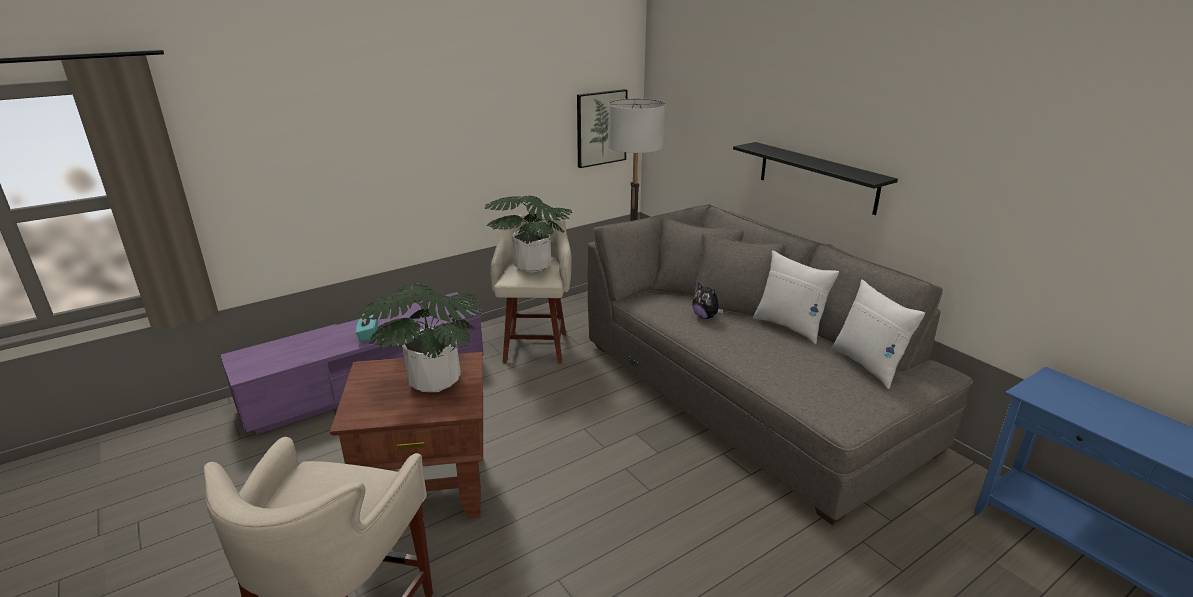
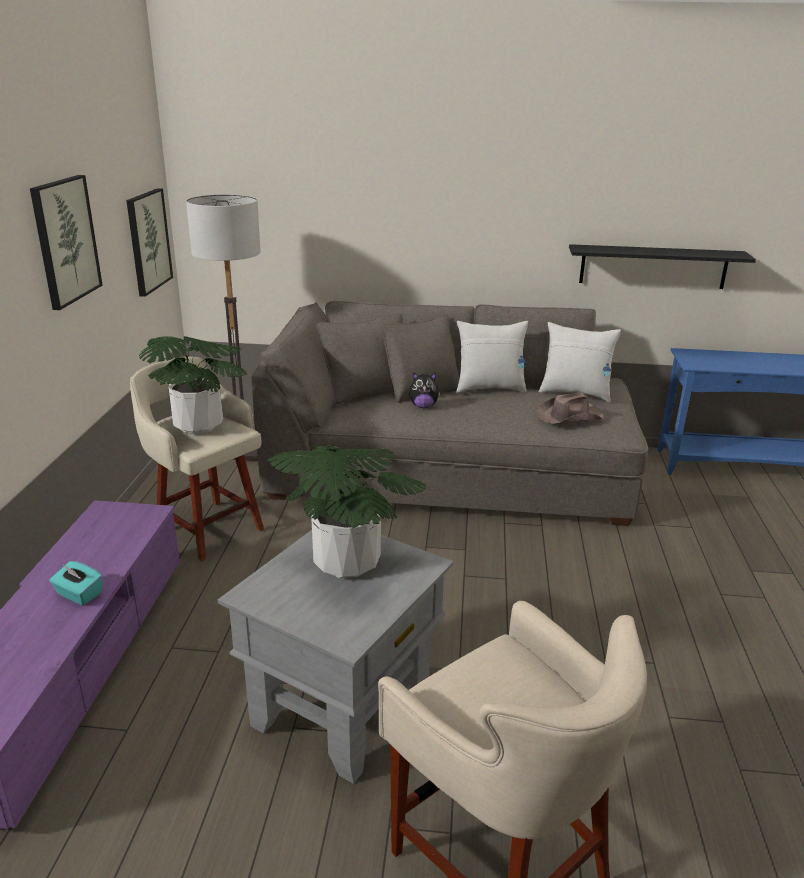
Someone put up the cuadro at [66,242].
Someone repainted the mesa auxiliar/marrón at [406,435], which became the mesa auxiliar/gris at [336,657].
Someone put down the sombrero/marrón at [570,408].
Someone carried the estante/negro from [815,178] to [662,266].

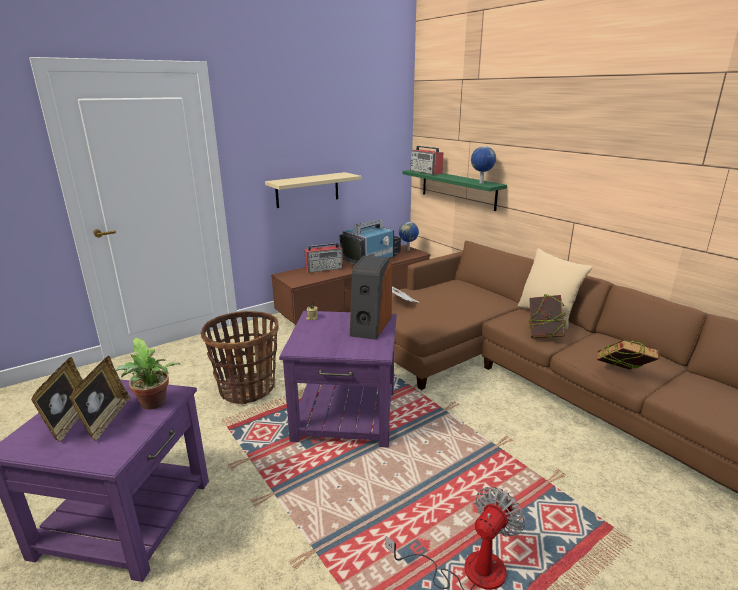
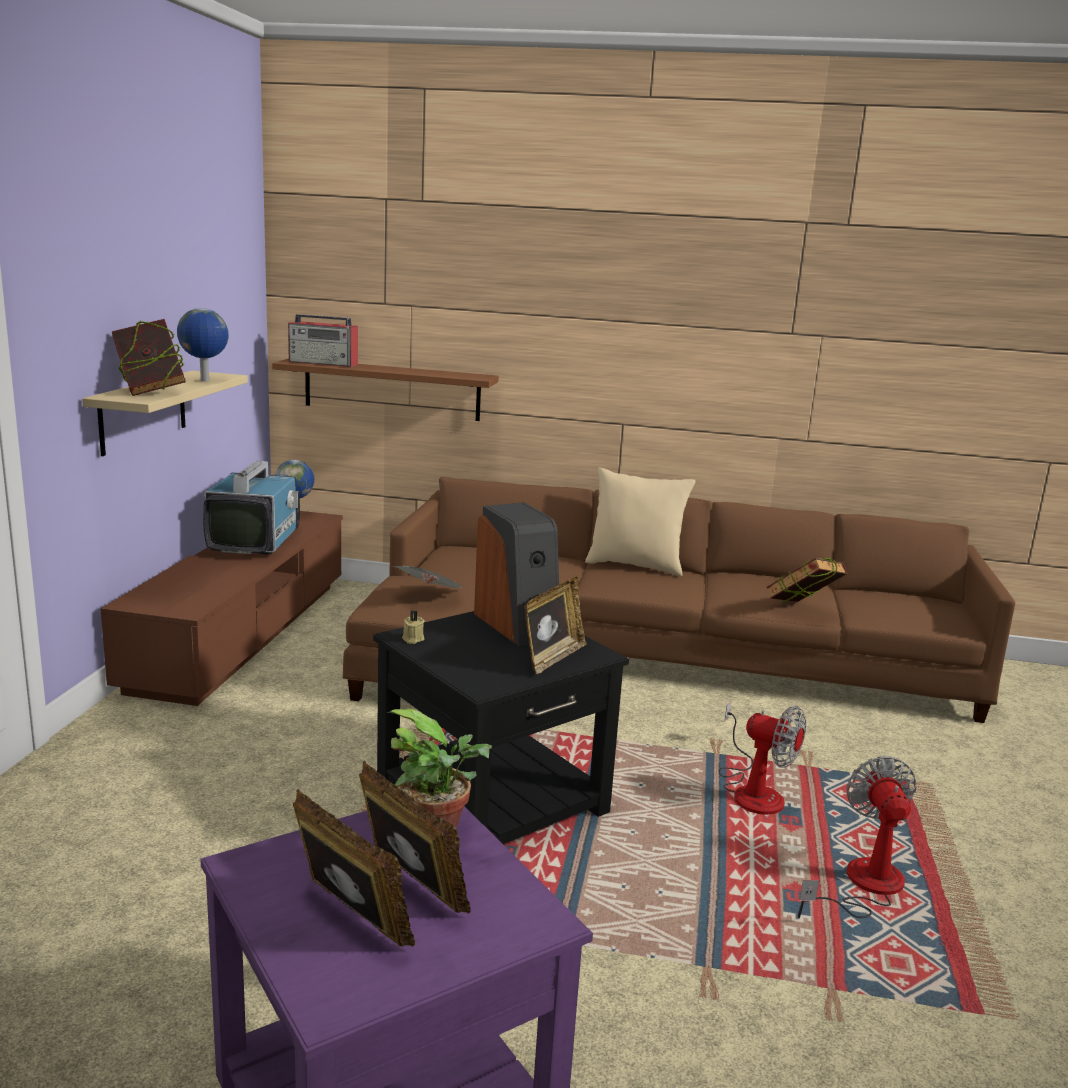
Someone carried the libro from [547,316] to [149,357].
Someone carried the globo terráqueo from [483,165] to [203,345].
Someone repainted the estante/verde at [454,190], which became the estante/marrón at [385,389].
Someone repainted the mesa auxiliar/morado at [338,379], which became the mesa auxiliar/negro at [501,727].
Someone put down the portarretratos at [555,625].
Someone put down the ventilador at [762,758].
Someone took away the cesta at [240,357].
Someone took away the radio at [323,258].

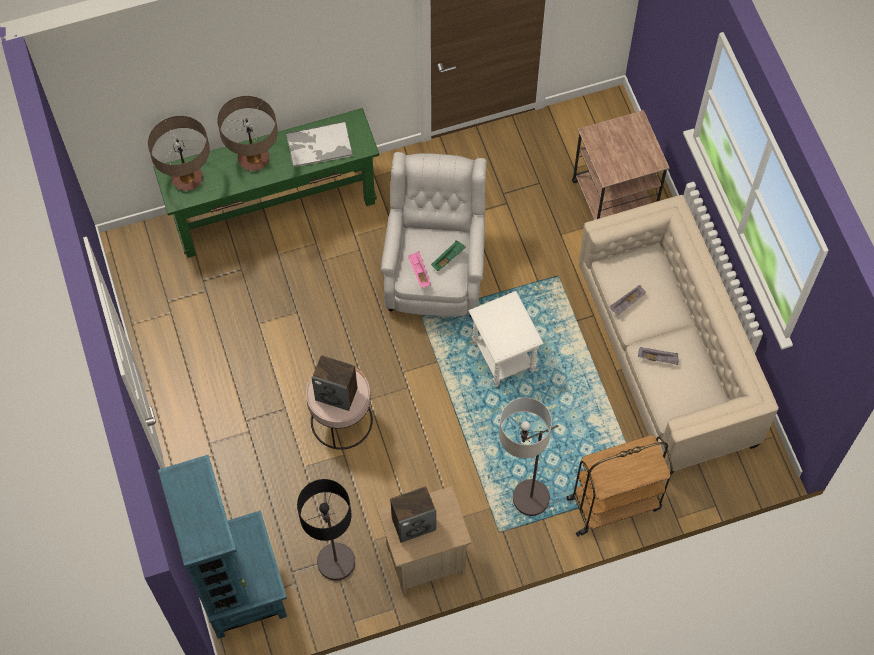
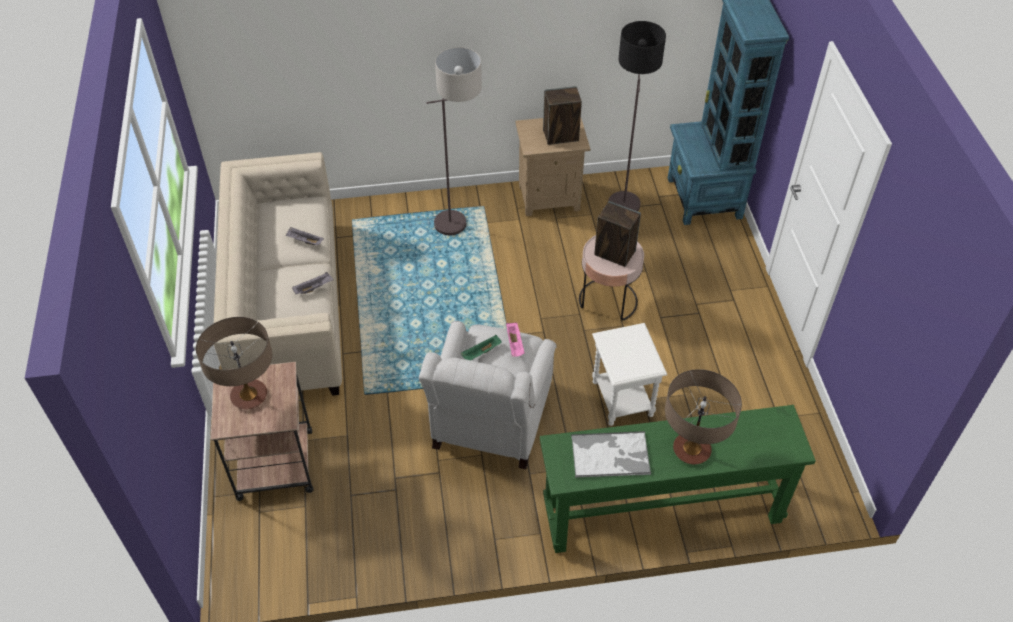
Someone carried the lámpara de mesa from [179,153] to [234,363].
Someone carried the mesa auxiliar/blanco from [506,339] to [629,374].
Someone took away the carrito/marrón at [620,486].

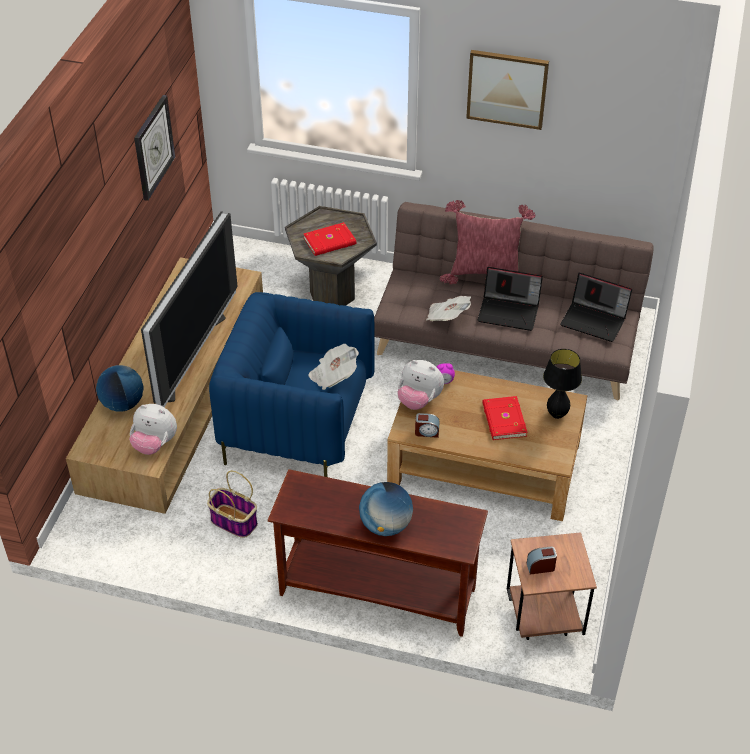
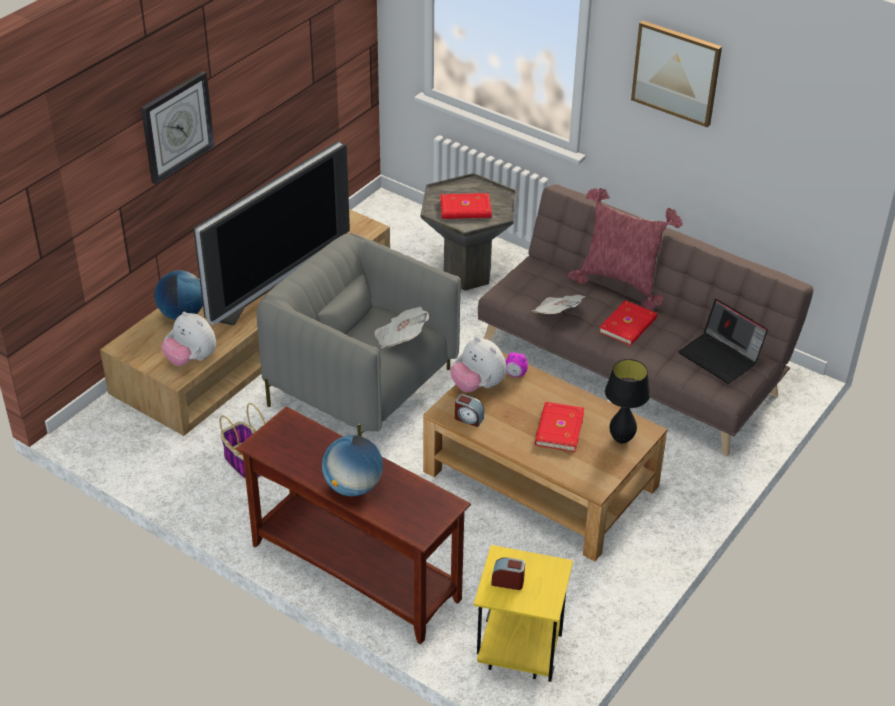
Someone carried the reloj de pared from [154,148] to [178,127].
Someone repainted the sillón/azul at [292,384], which became the sillón/gris at [359,334].
Someone repainted the mesa auxiliar/marrón at [552,586], which became the mesa auxiliar/amarillo at [523,613].
Someone swapped the portátil at [510,299] for the libro/rojo at [628,323].

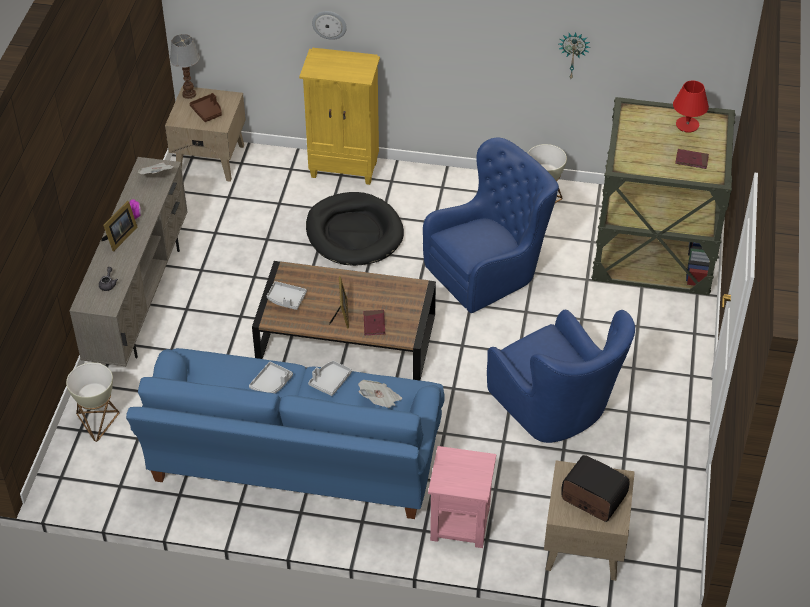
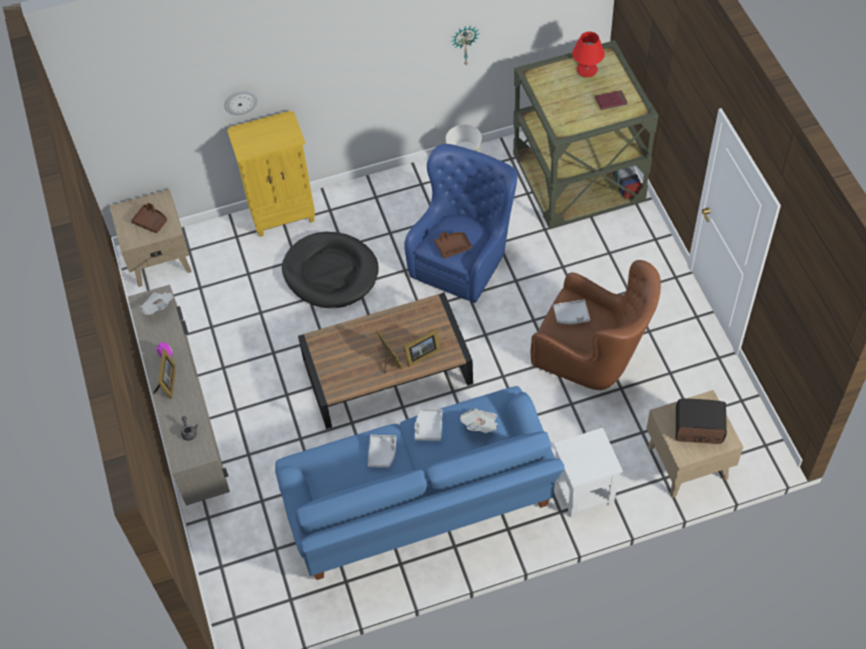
Someone swapped the libro/rojo at [374,323] for the portarretratos at [422,348].
Someone put down the bandeja/marrón at [453,245].
Someone repainted the sillón/azul at [561,376], which became the sillón/marrón at [596,325].
Someone carried the bandeja/gris from [287,295] to [571,312].
Someone repainted the mesa auxiliar/rosa at [462,497], which became the mesa auxiliar/blanco at [588,473].
Someone took away the maceta at [93,402].
Someone took away the lámpara de mesa at [185,66].

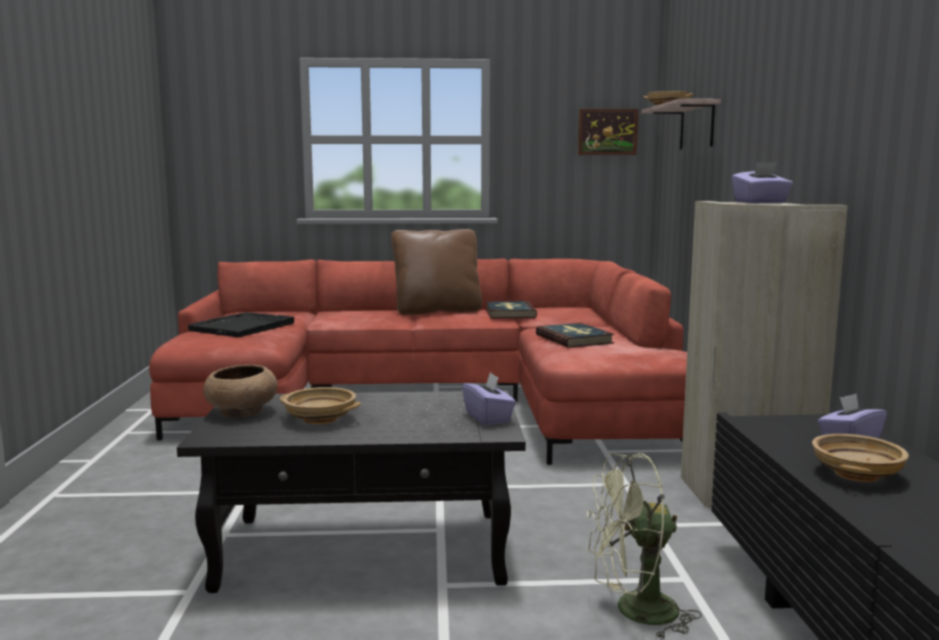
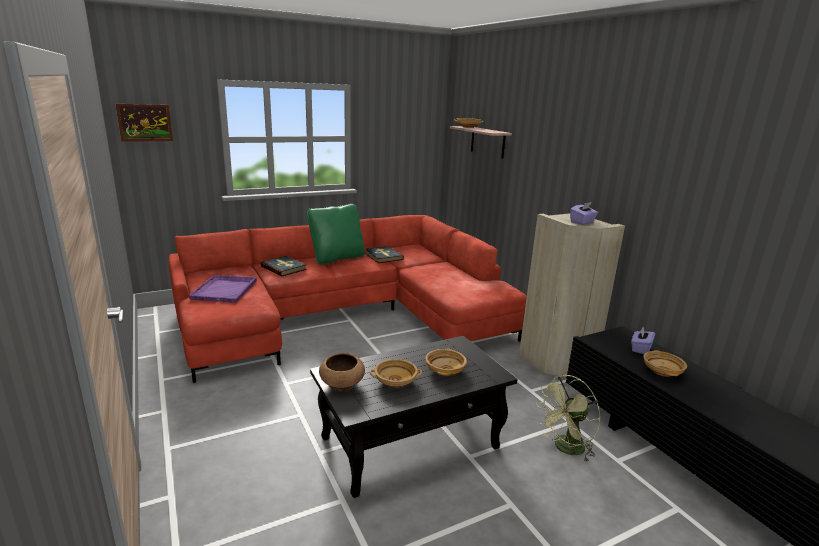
Someone carried the cuadro from [608,132] to [144,123].
Someone repainted the bandeja/negro at [241,324], which became the bandeja/morado at [223,289].
Someone carried the libro from [575,335] to [283,266].
Someone repainted the cojín/marrón at [436,272], which became the cojín/verde at [336,234].
Someone put down the cuenco/beis at [446,362].
Someone took away the caja de pañuelos/morado at [489,398].

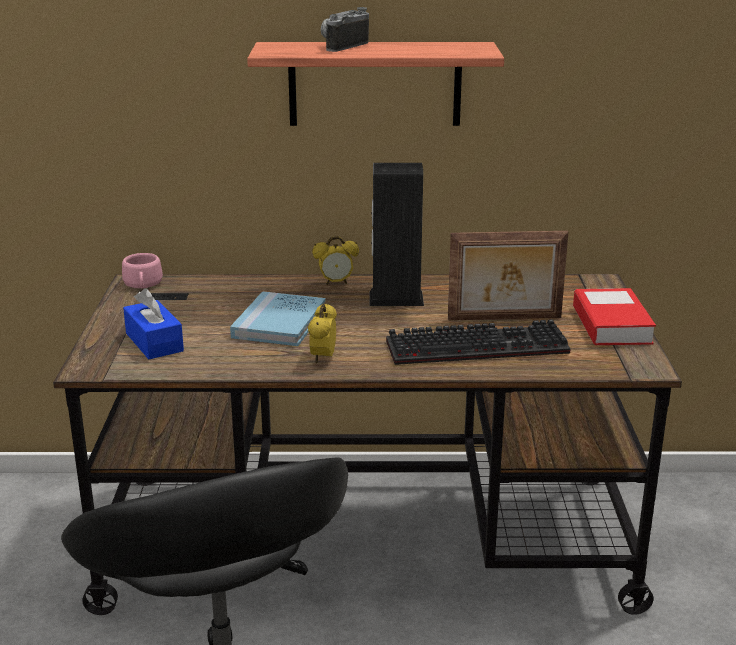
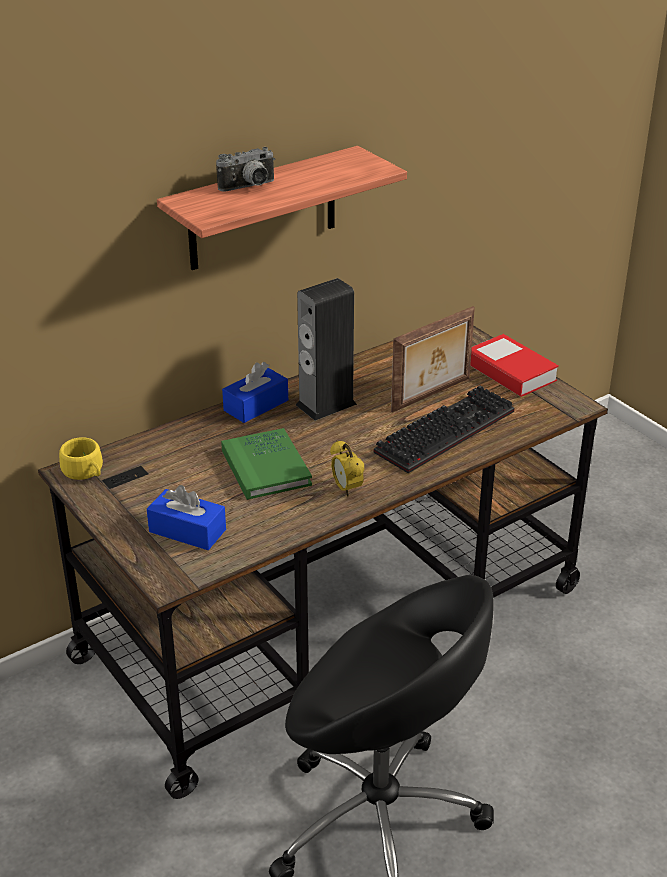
Someone repainted the taza/rosa at [142,270], which became the taza/amarillo at [81,458].
Someone rotated the cámara at [345,29] by 120 degrees counterclockwise.
Someone repainted the libro/azul at [278,318], which became the libro/verde at [266,464].
Someone swapped the despertador at [335,260] for the caja de pañuelos/azul at [255,392].

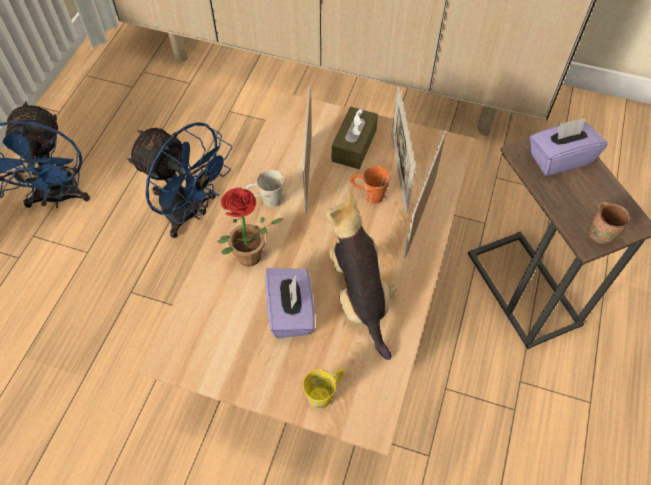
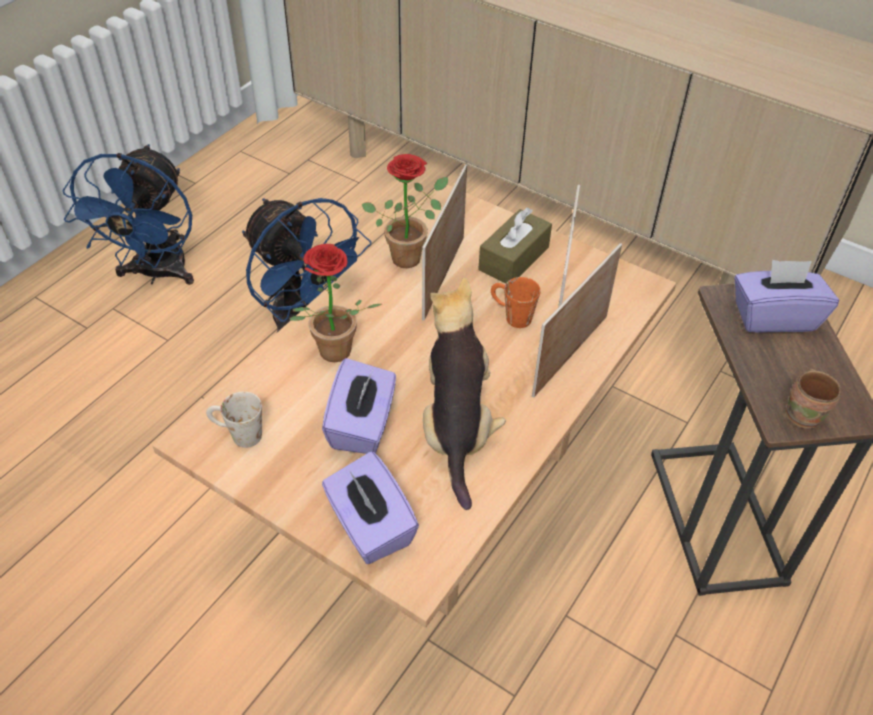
Someone carried the taza grande/blanco from [264,188] to [234,420].
Someone swapped the taza grande/amarillo at [323,389] for the caja de pañuelos/morado at [370,508].
Someone put down the planta en maceta at [405,211].

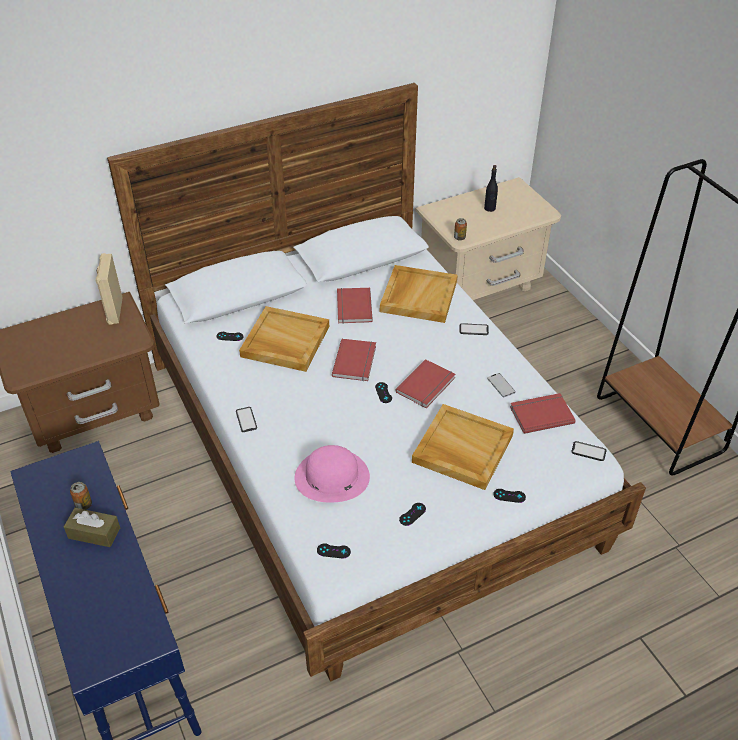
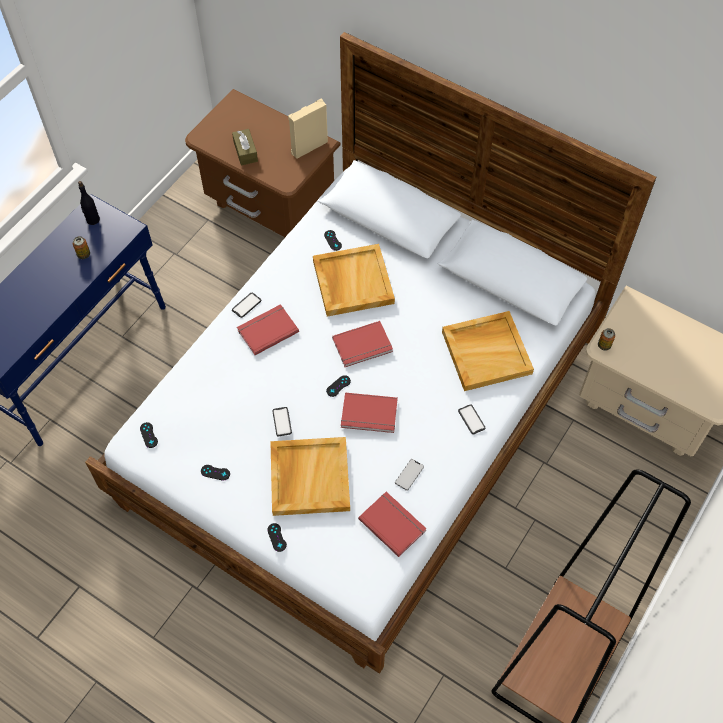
Someone carried the botella/negro from [491,188] to [89,203].
Someone carried the caja de pañuelos/marrón from [92,527] to [245,147].
Someone carried the libro/rojo from [355,306] to [268,329].
Someone carried the móvil from [588,451] to [282,422].
Someone took away the sombrero/rosa at [332,473].

